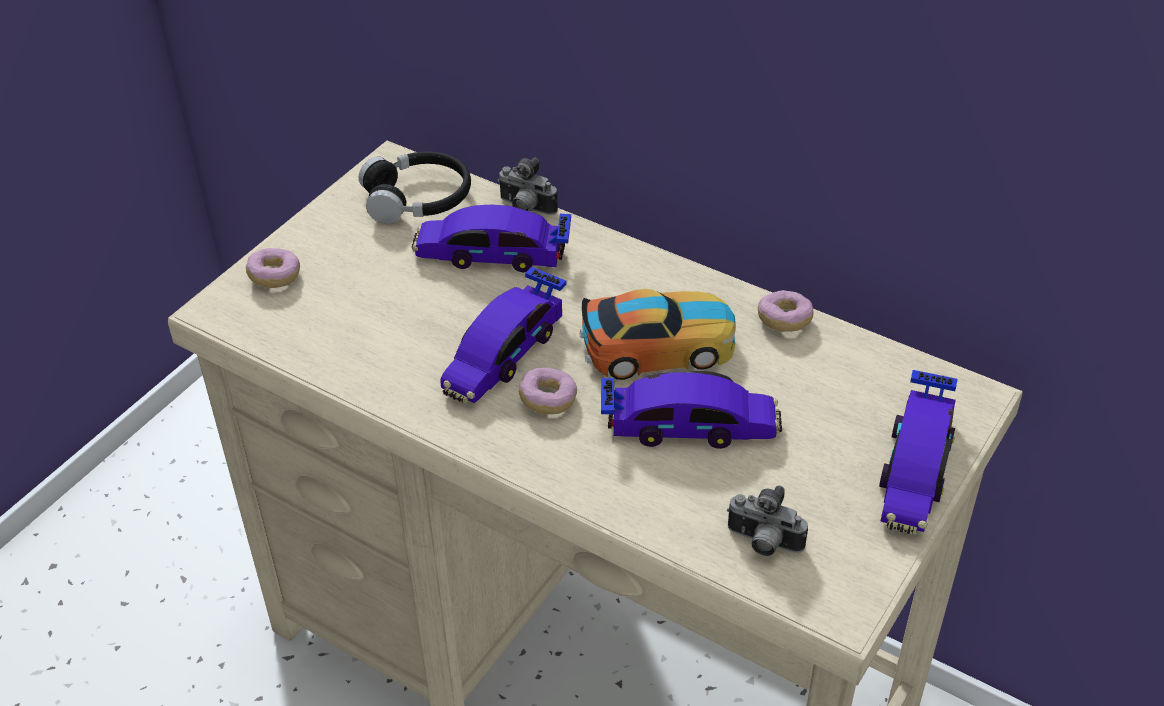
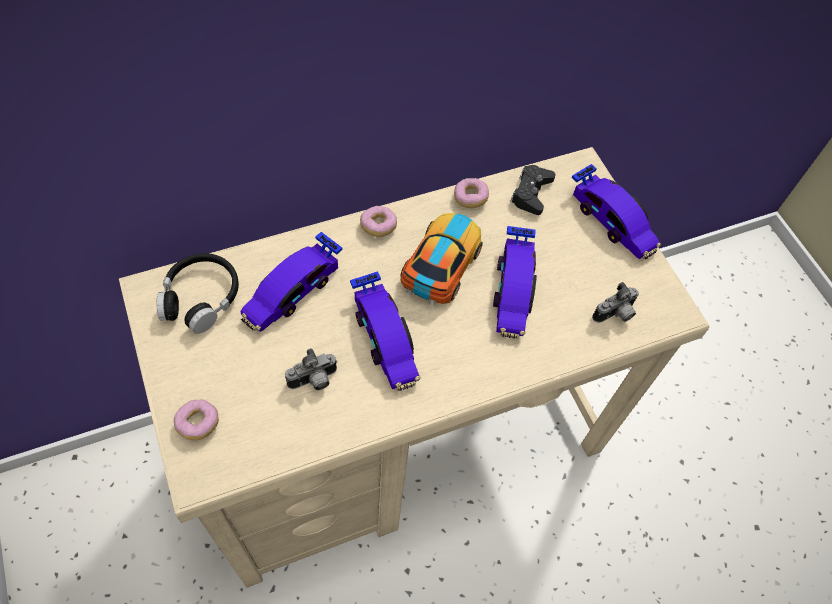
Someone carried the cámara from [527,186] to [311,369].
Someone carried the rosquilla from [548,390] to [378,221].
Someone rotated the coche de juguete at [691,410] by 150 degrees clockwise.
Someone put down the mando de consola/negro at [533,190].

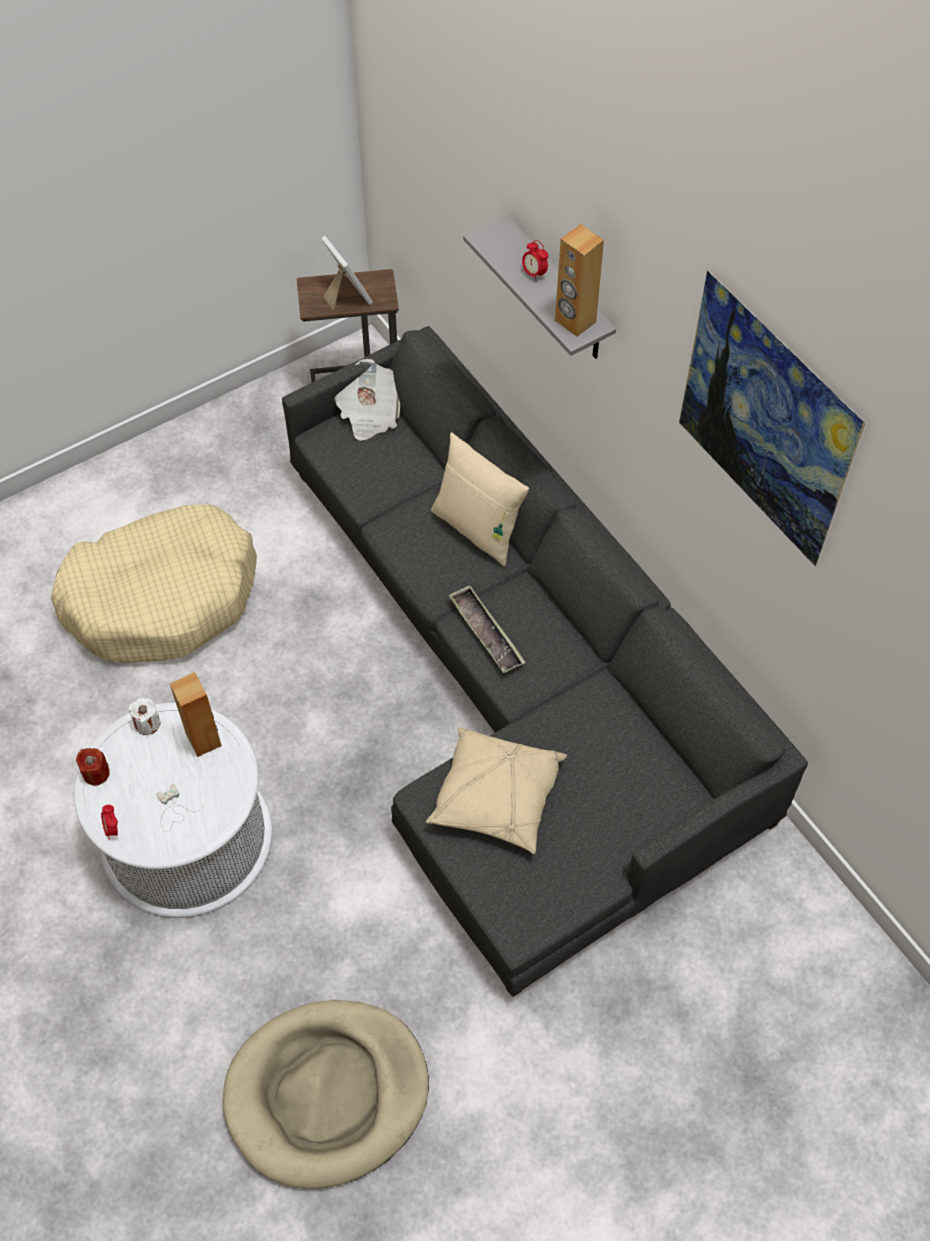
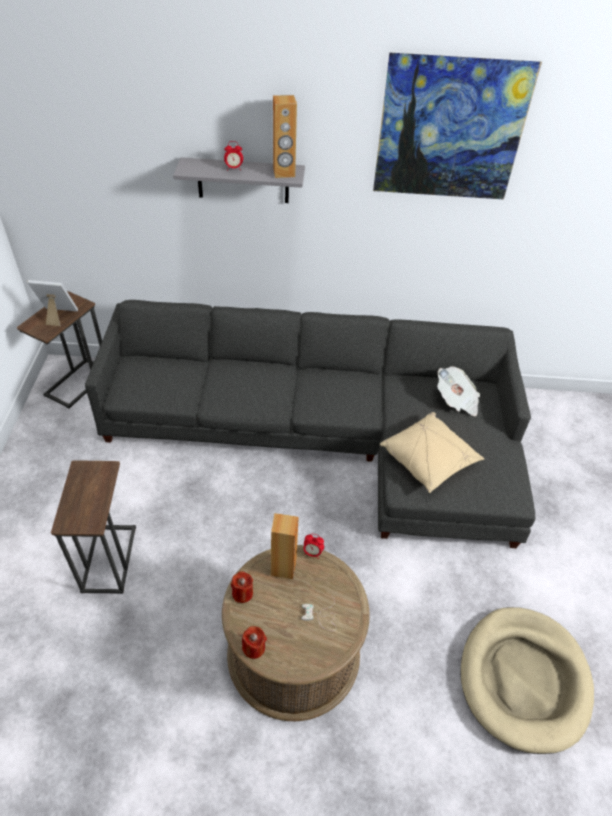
Someone swapped the cama para perro/beis at [154,583] for the mesa auxiliar/marrón at [93,527].
Someone repainted the mesa de centro/blanco at [173,810], which became the mesa de centro/marrón at [296,633].
Someone repainted the vela/blanco at [144,716], which became the vela/rojo at [242,587].
Someone carried the despertador from [109,821] to [313,546].
Someone carried the periódico from [367,400] to [458,391].
Someone took away the cojín/beis at [480,499].
Someone took away the bandeja at [487,629].

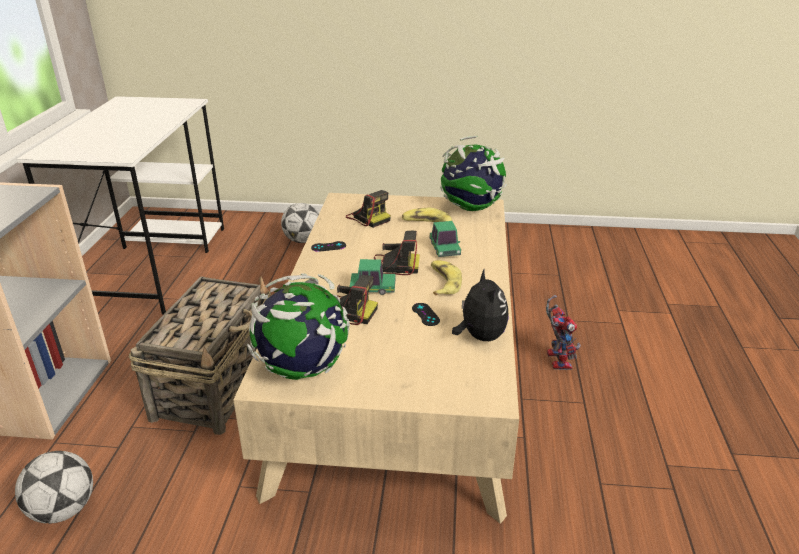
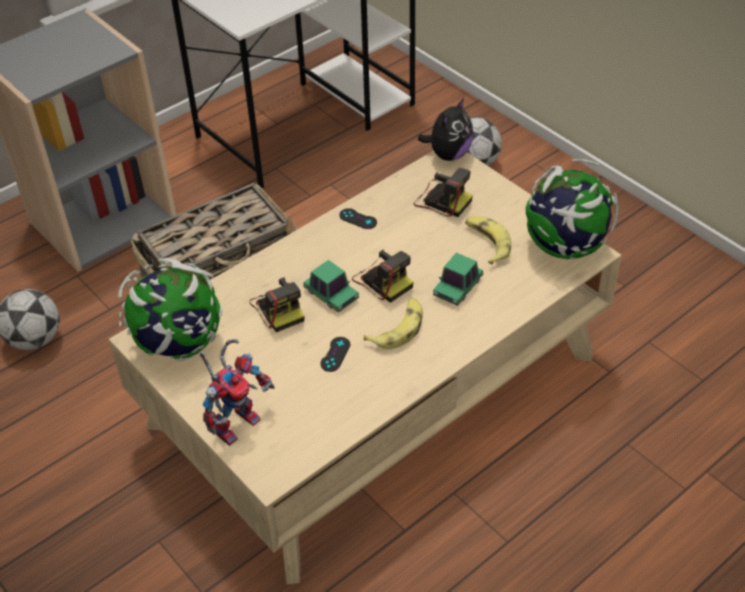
Someone carried the robot de juguete from [563,332] to [237,392].
Someone rotated the cámara at [368,209] by 60 degrees counterclockwise.
Someone carried the peluche from [480,304] to [445,129].

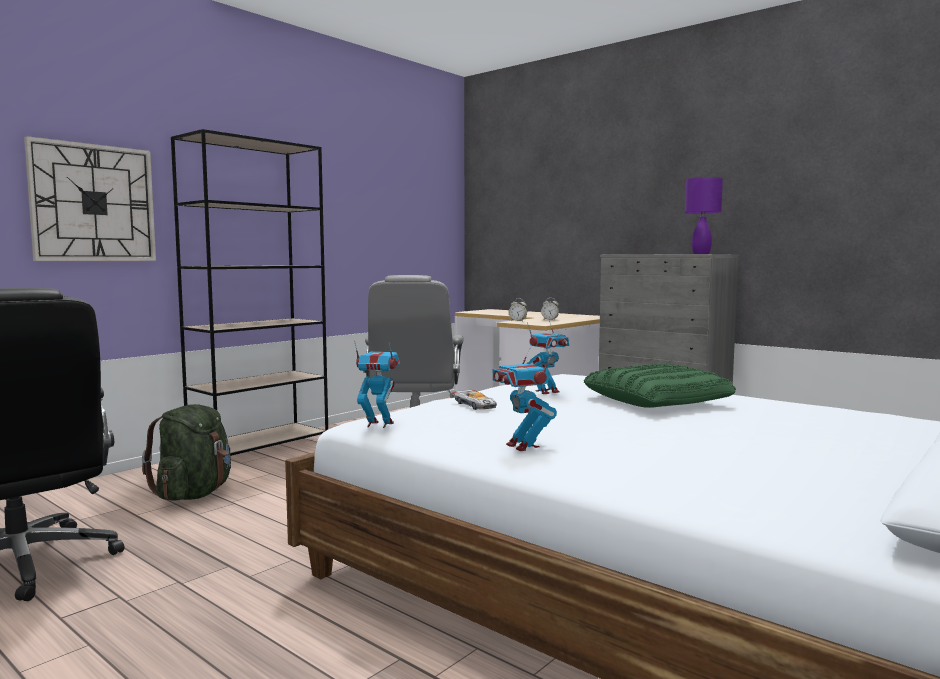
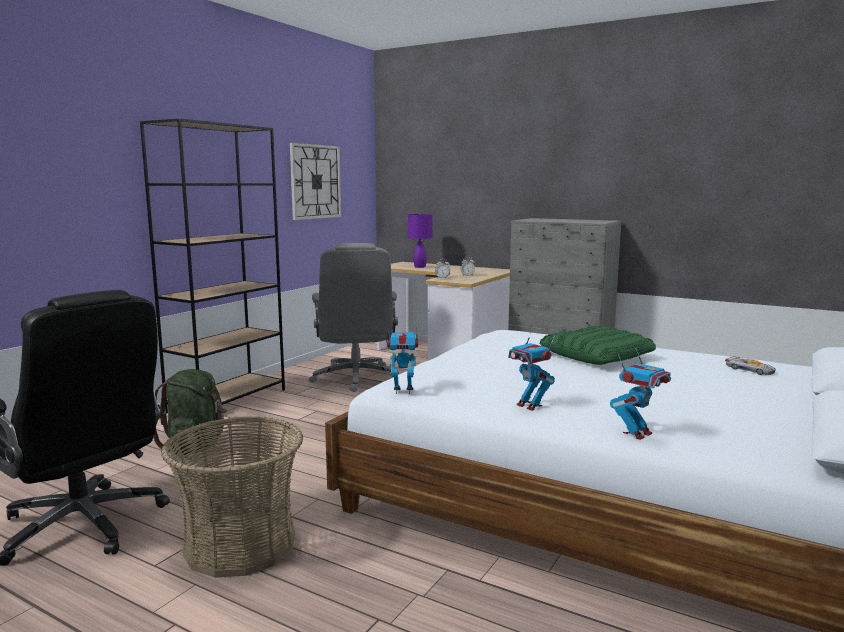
Someone put down the cesta at [232,496].
Someone carried the reloj de pared from [90,198] to [315,181].
Someone carried the lámpara de mesa/morado from [704,215] to [420,241].
Someone carried the robot de juguete from [547,357] to [640,393].
Someone carried the coche de juguete from [474,400] to [750,365].

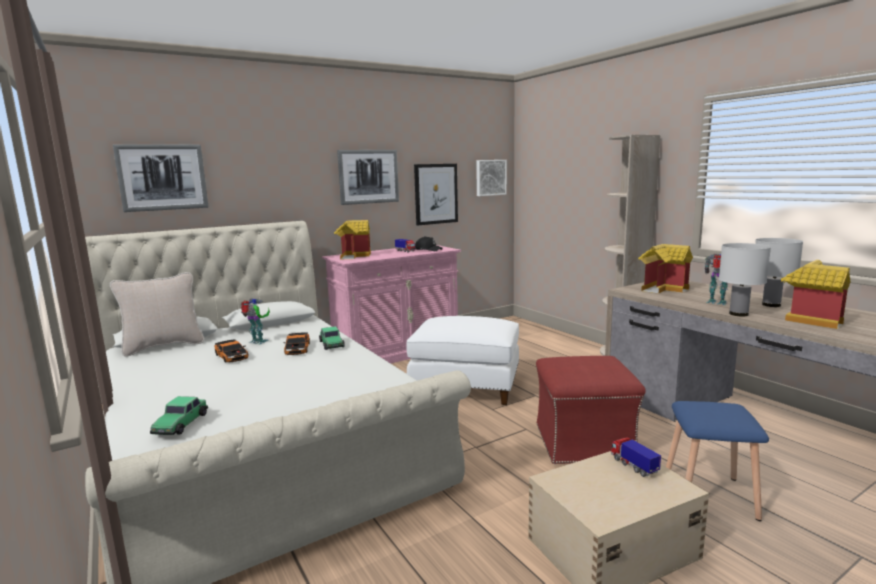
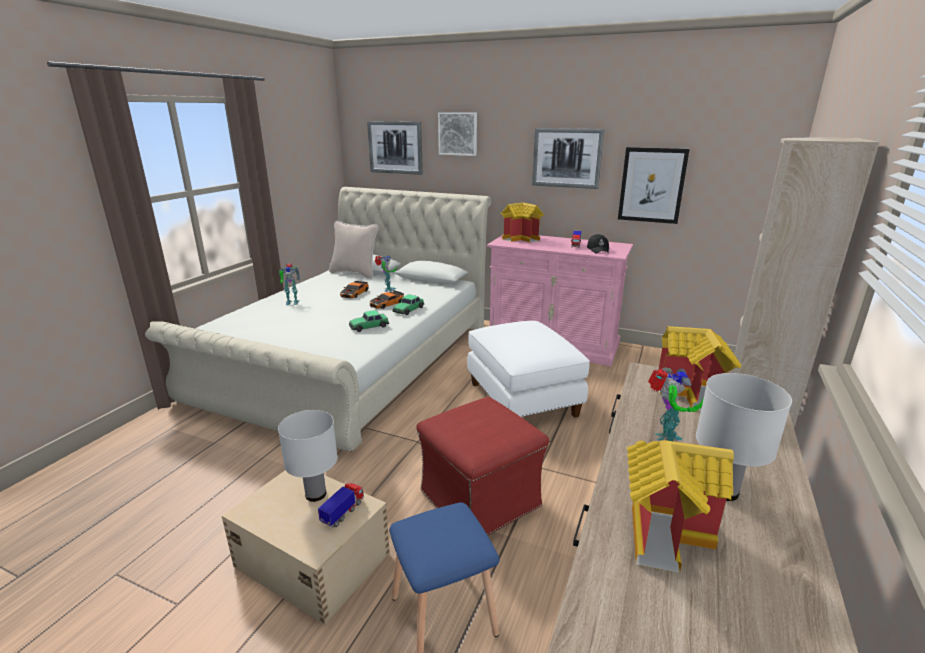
Someone carried the lámpara de mesa/blanco from [745,280] to [308,456].
Someone put down the robot de juguete at [289,284].
Someone carried the coche de juguete from [179,415] to [369,321].
Someone carried the cuadro from [491,178] to [457,134].

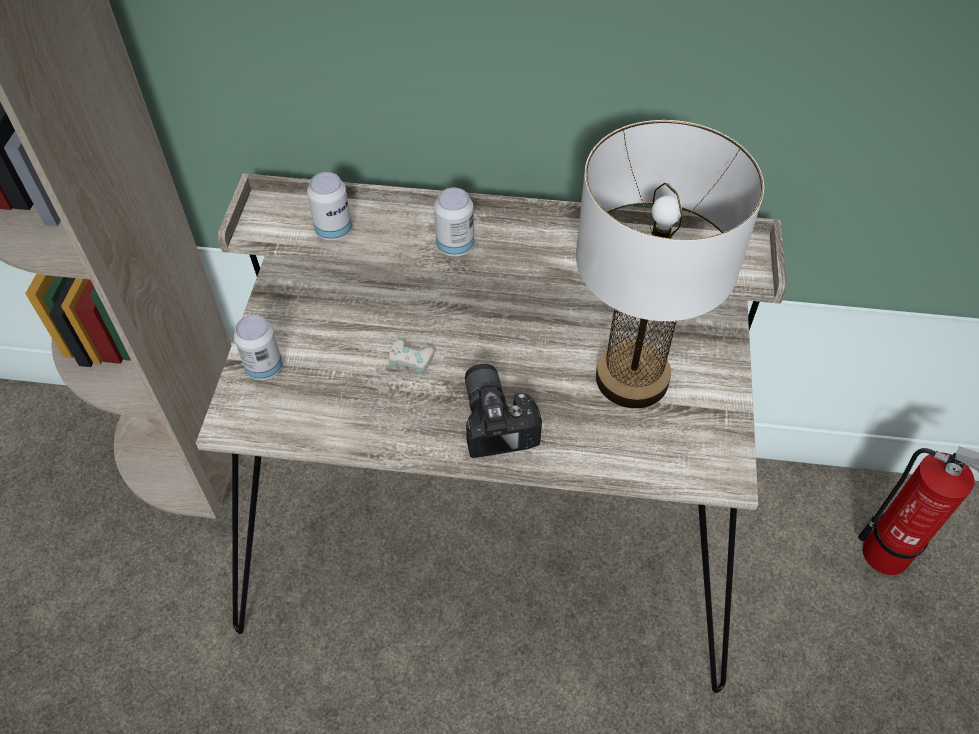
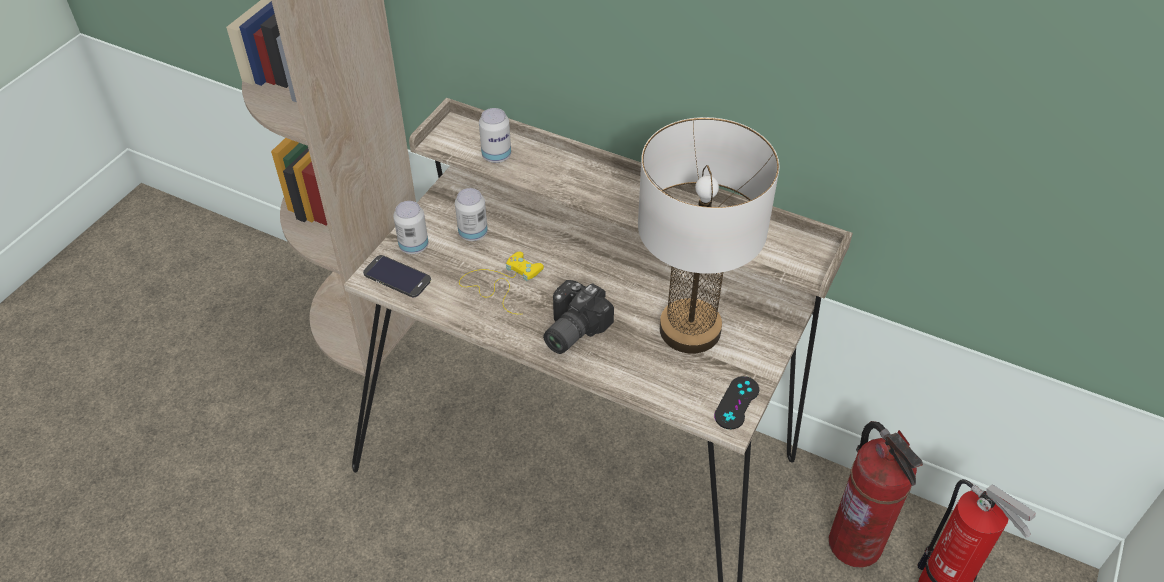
Someone put down the móvil at [397,276].
Someone carried the lata from [454,222] to [471,214].
Someone repainted the mando de consola/blanco at [389,379], which became the mando de consola/amarillo at [501,282].
Someone rotated the cámara at [503,411] by 150 degrees counterclockwise.
Someone put down the mando de consola/negro at [736,402].
Someone put down the extintor at [876,494].

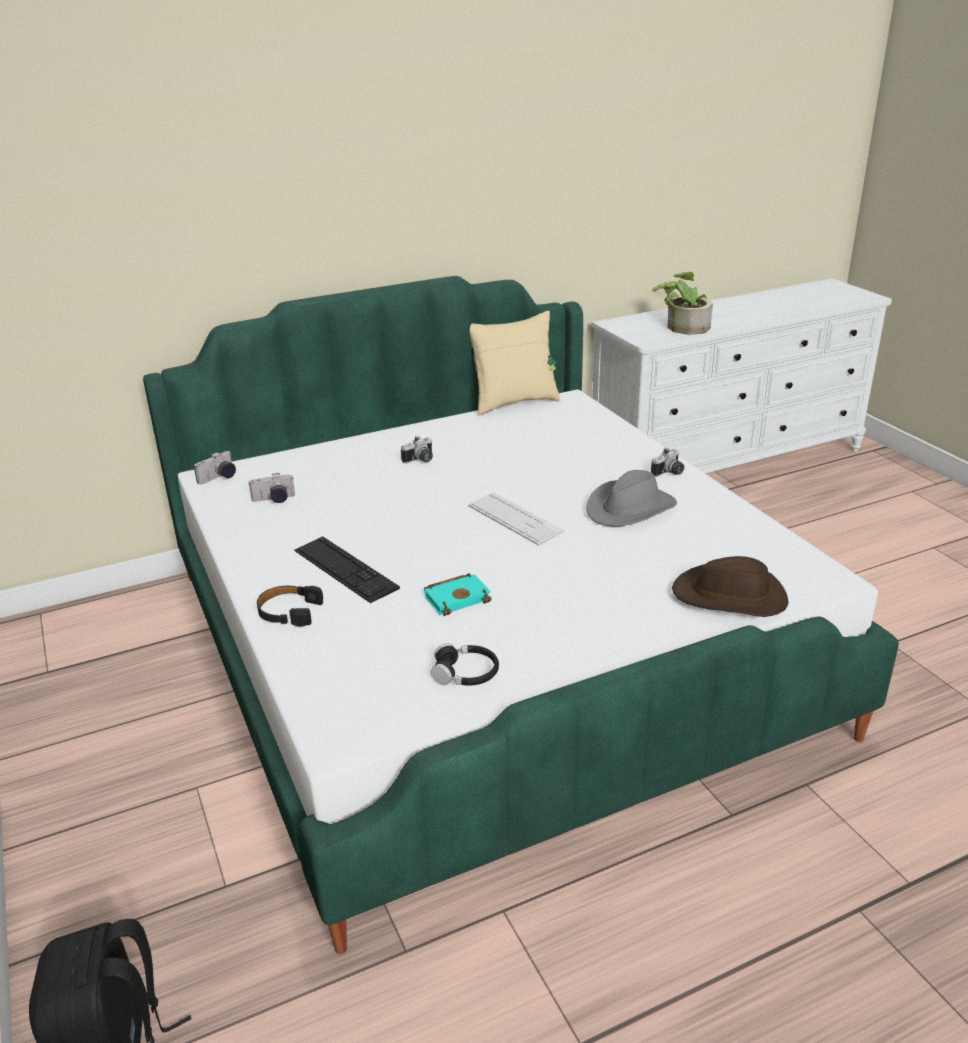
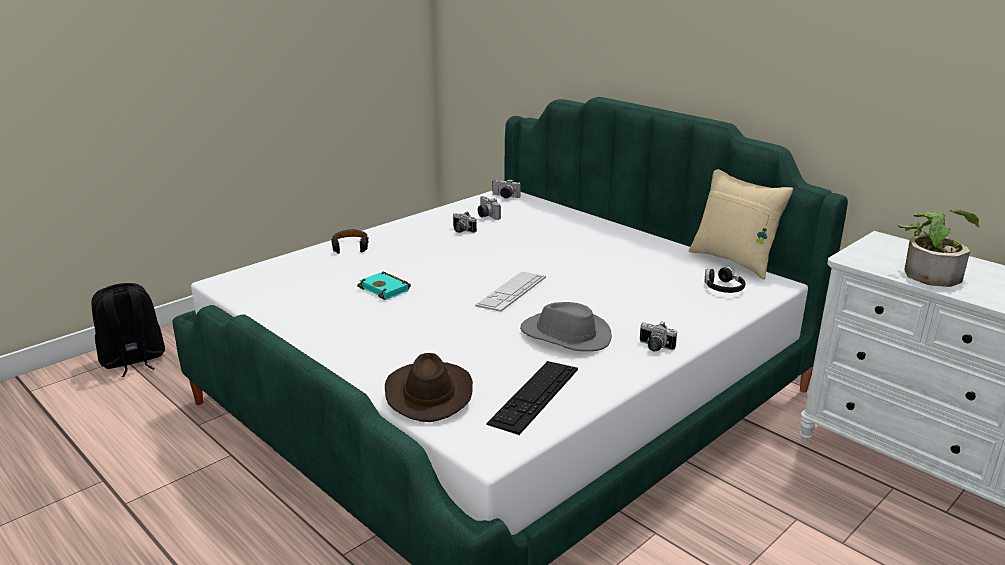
Someone carried the cámara from [417,449] to [465,222].
Someone carried the teclado from [347,569] to [532,398].
Someone carried the auriculares/negro from [465,664] to [725,280].

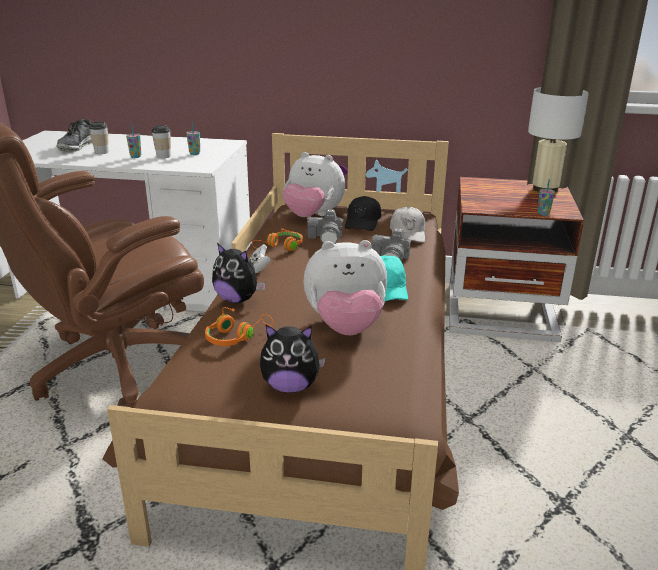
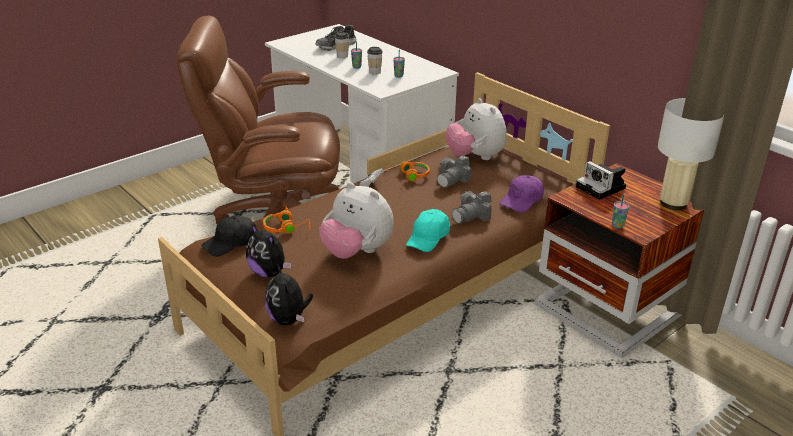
Someone carried the gorra/negro from [363,213] to [228,236].
Someone carried the peluche from [239,273] to [289,294].
Someone repainted the gorra/blanco at [407,225], which became the gorra/morado at [522,194].
Someone put down the cámara at [601,180].

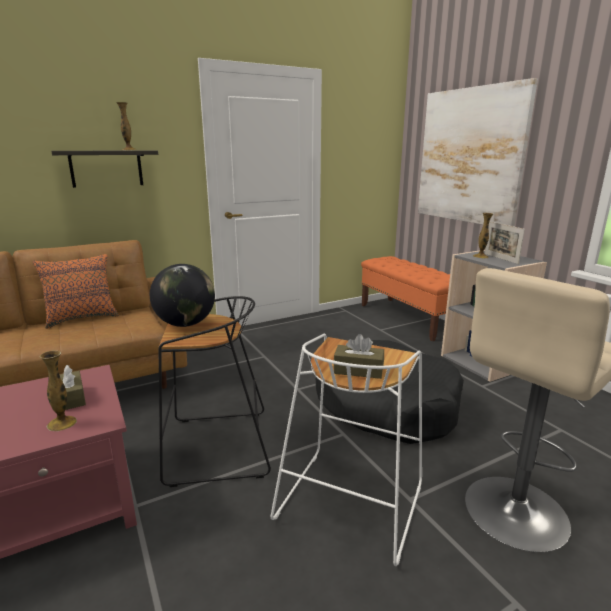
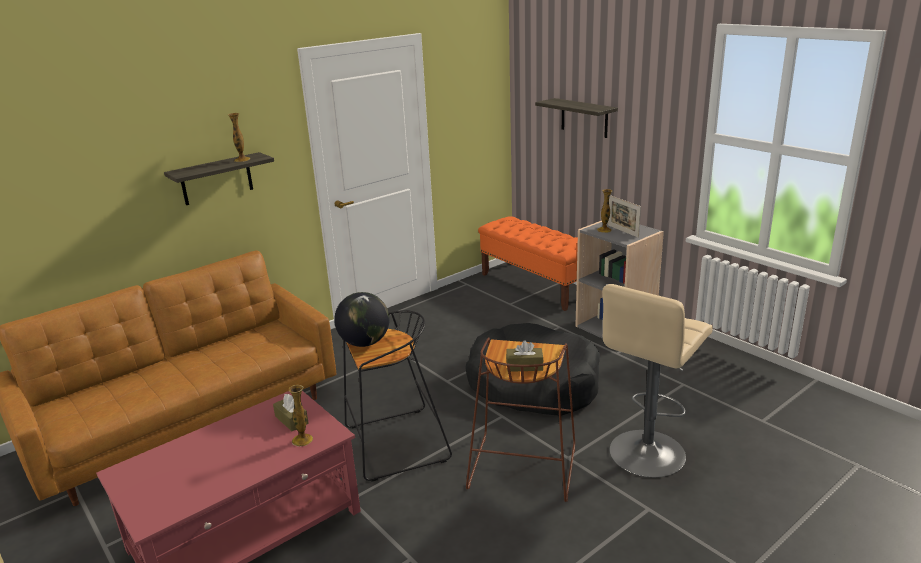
Someone repainted the taburete/blanco at [346,450], which became the taburete/marrón at [520,419].
Someone swapped the cuadro at [478,152] for the estante at [576,118].
Someone took away the cojín/naranja at [76,291].

